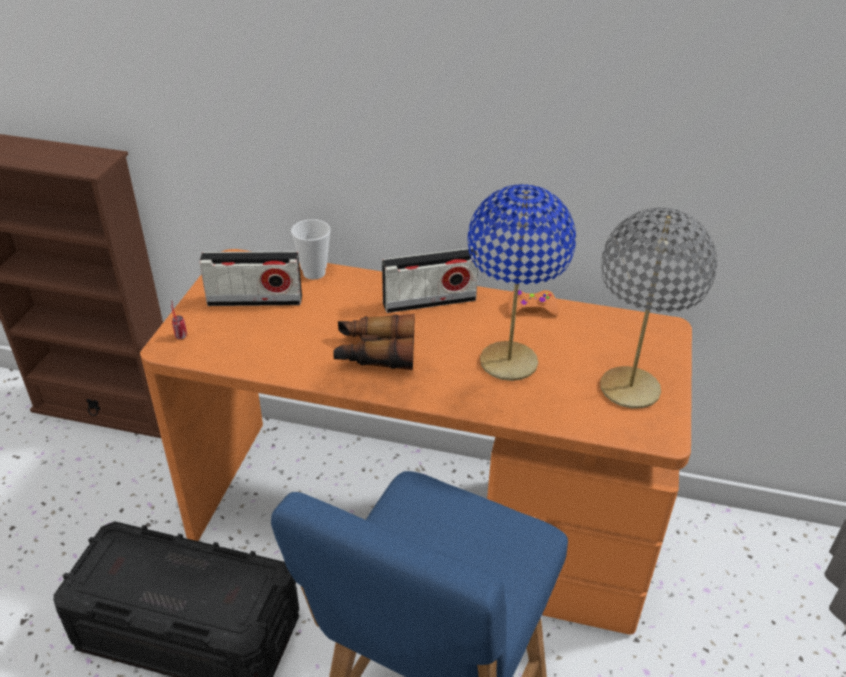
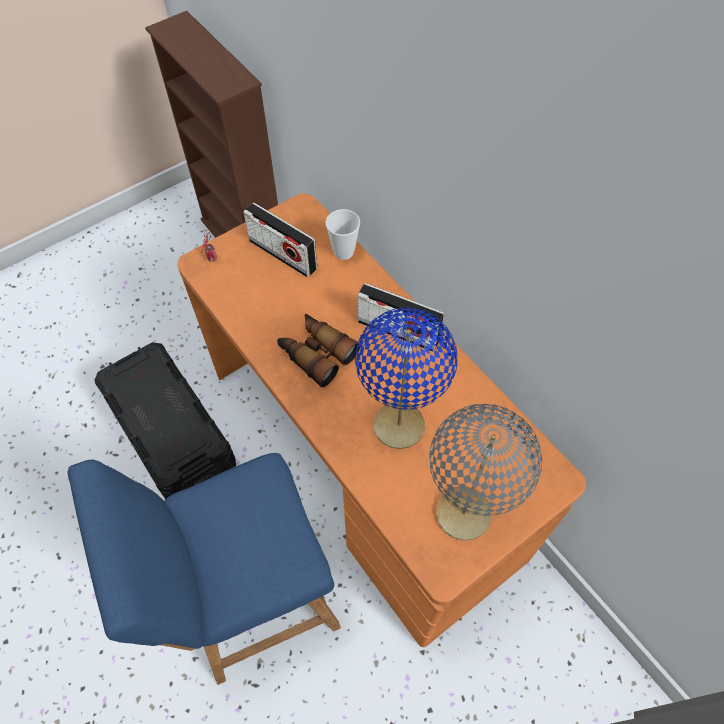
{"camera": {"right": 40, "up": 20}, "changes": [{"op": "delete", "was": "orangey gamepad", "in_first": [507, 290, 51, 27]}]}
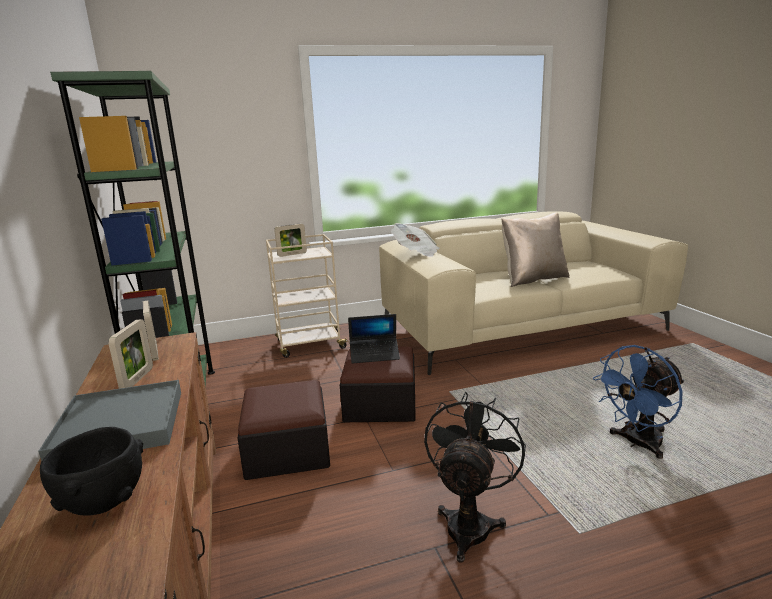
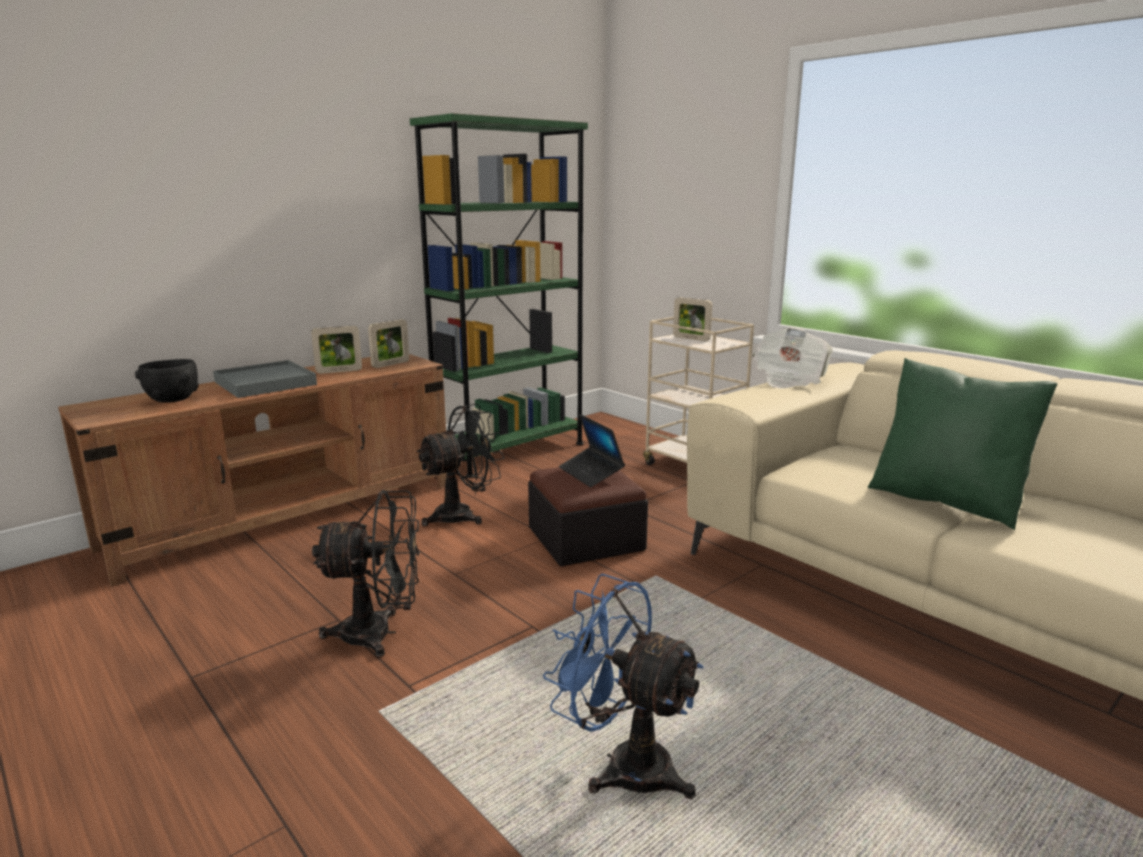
{"camera": {"right": 65, "up": 0}, "changes": [{"op": "replace", "was": "footrest", "now": "black cooling fan", "in_first": [237, 380, 93, 100], "in_second": [417, 404, 88, 122]}, {"op": "recolor", "was": "beige pillow", "now": "green pillow", "in_first": [502, 212, 67, 75], "in_second": [868, 358, 190, 172]}]}
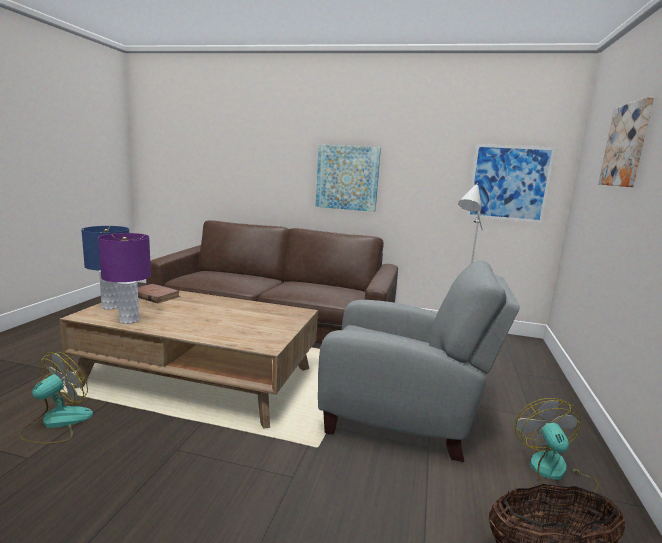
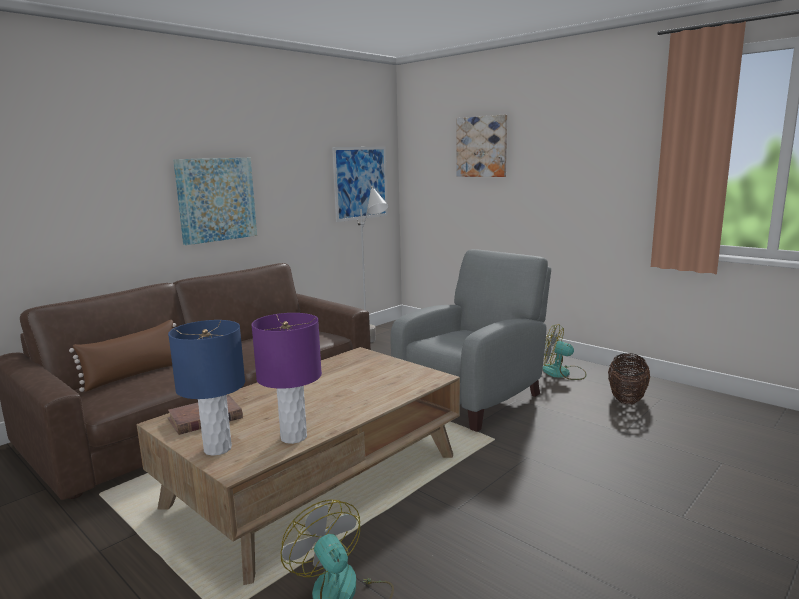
{"camera": {"right": -60, "up": 0}, "changes": [{"op": "insert", "now": "brown pillow", "in_second": [69, 320, 107, 72]}]}
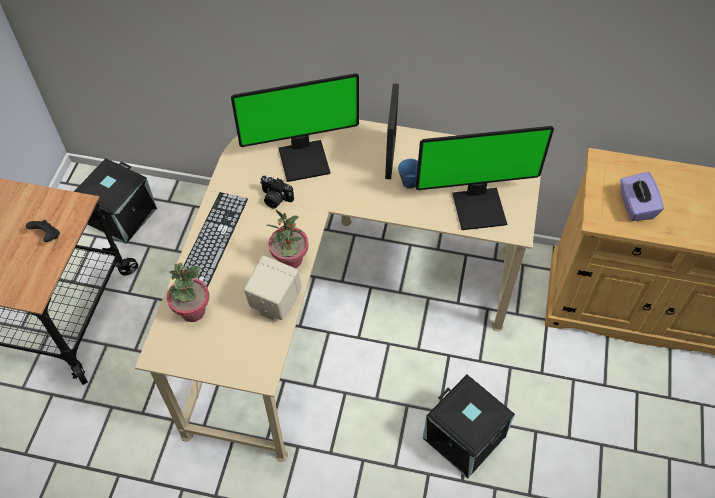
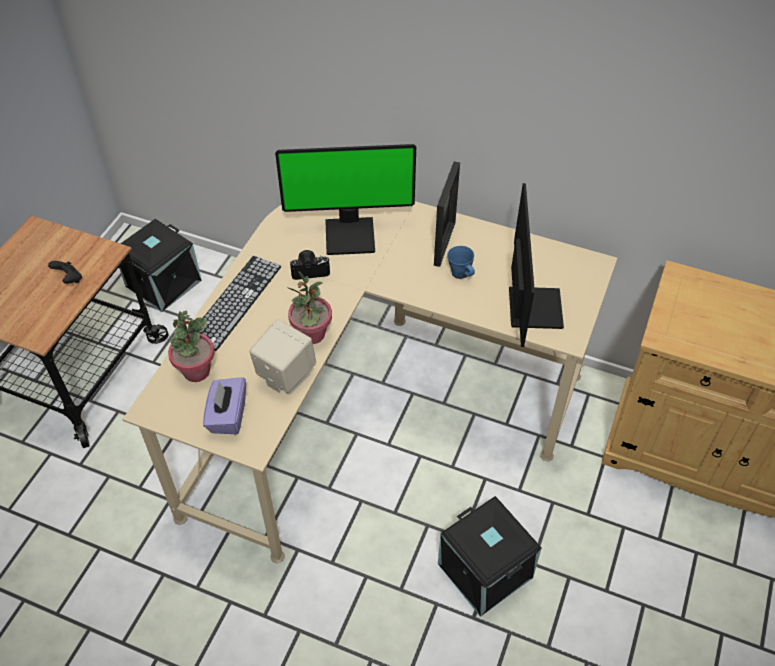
{"camera": {"right": 10, "up": -5}, "changes": [{"op": "rotate", "was": "photo camera", "in_first": [260, 176, 34, 33], "in_second": [290, 250, 40, 30], "clockwise": 135}, {"op": "rotate", "was": "computer screen", "in_first": [416, 126, 138, 104], "in_second": [509, 183, 55, 164], "clockwise": -90}, {"op": "move", "was": "purple box of tissues", "in_first": [620, 172, 44, 49], "in_second": [203, 377, 43, 57]}]}
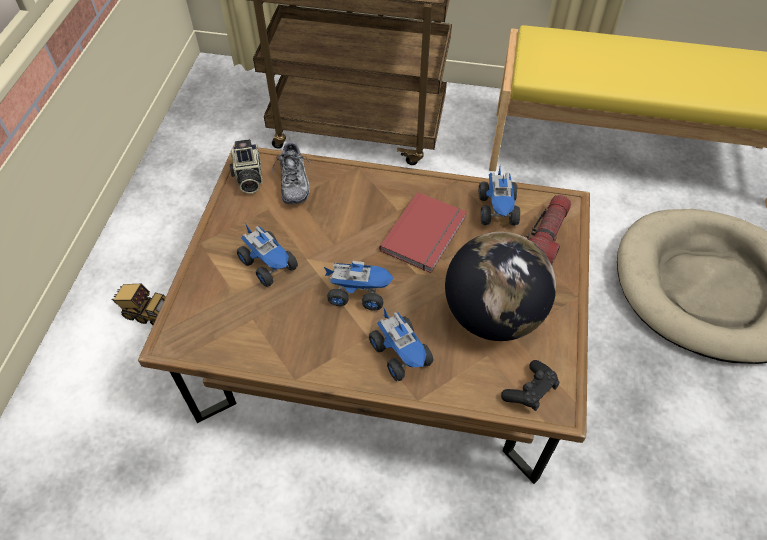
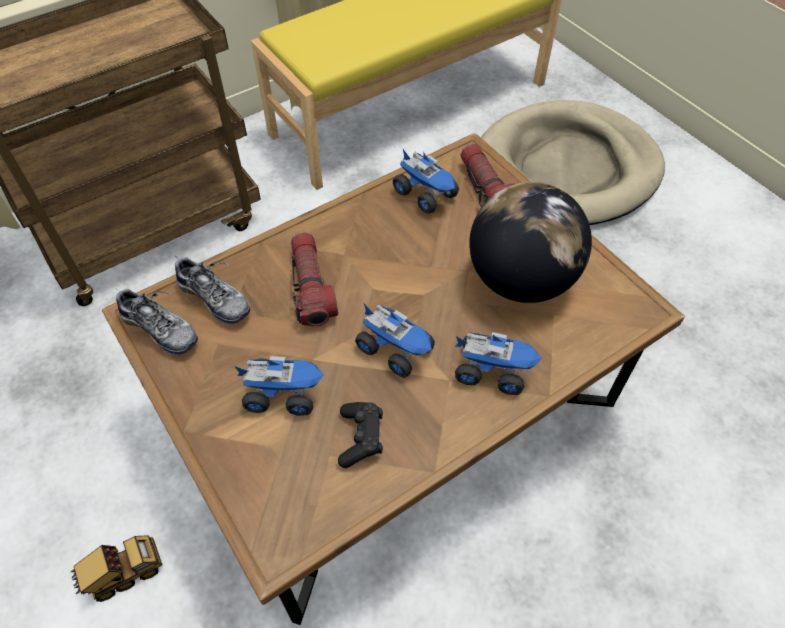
{"camera": {"right": -45, "up": 0}, "changes": [{"op": "replace", "was": "photo camera", "now": "low shoe", "in_first": [230, 139, 33, 55], "in_second": [115, 288, 83, 67]}, {"op": "rotate", "was": "model truck", "in_first": [324, 261, 70, 49], "in_second": [355, 304, 80, 74], "clockwise": 75}, {"op": "delete", "was": "reddish book", "in_first": [379, 192, 87, 81]}, {"op": "move", "was": "black gamepad", "in_first": [501, 360, 58, 51], "in_second": [338, 402, 45, 66]}, {"op": "insert", "now": "flashlight", "in_second": [291, 232, 47, 94]}]}
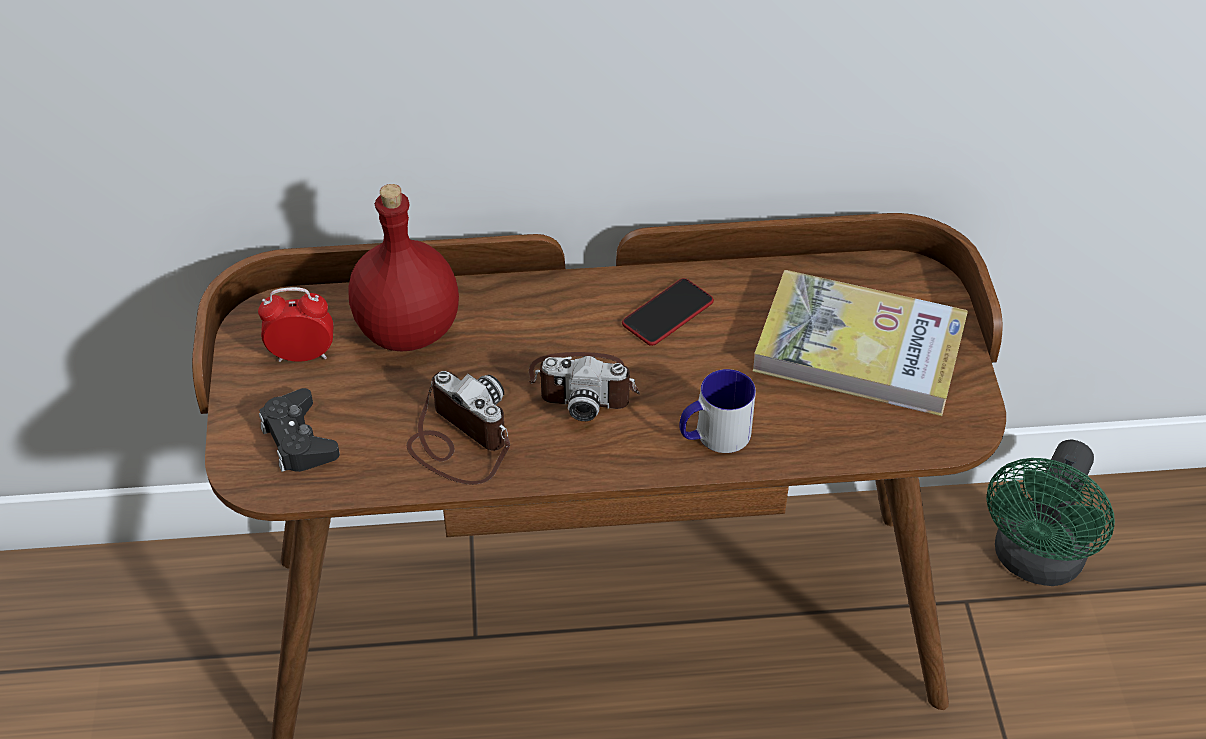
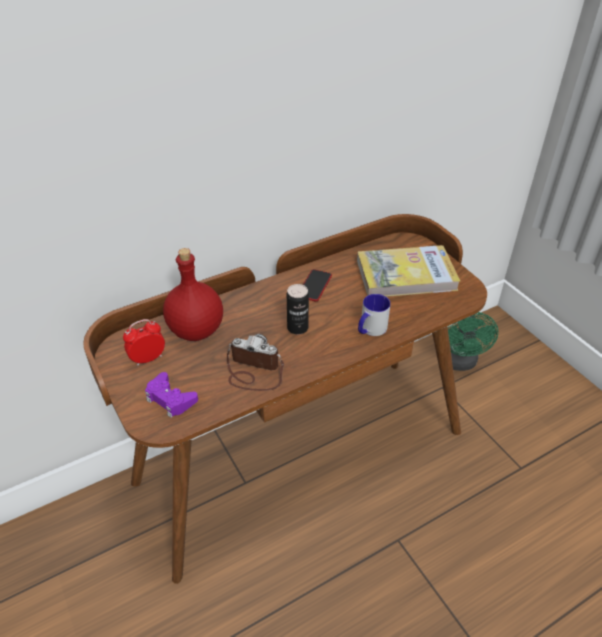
{"camera": {"right": -25, "up": -5}, "changes": [{"op": "recolor", "was": "black gamepad", "now": "purple gamepad", "in_first": [259, 388, 81, 84], "in_second": [145, 372, 53, 46]}, {"op": "replace", "was": "photo camera", "now": "sealed can", "in_first": [529, 352, 111, 69], "in_second": [287, 284, 22, 50]}]}
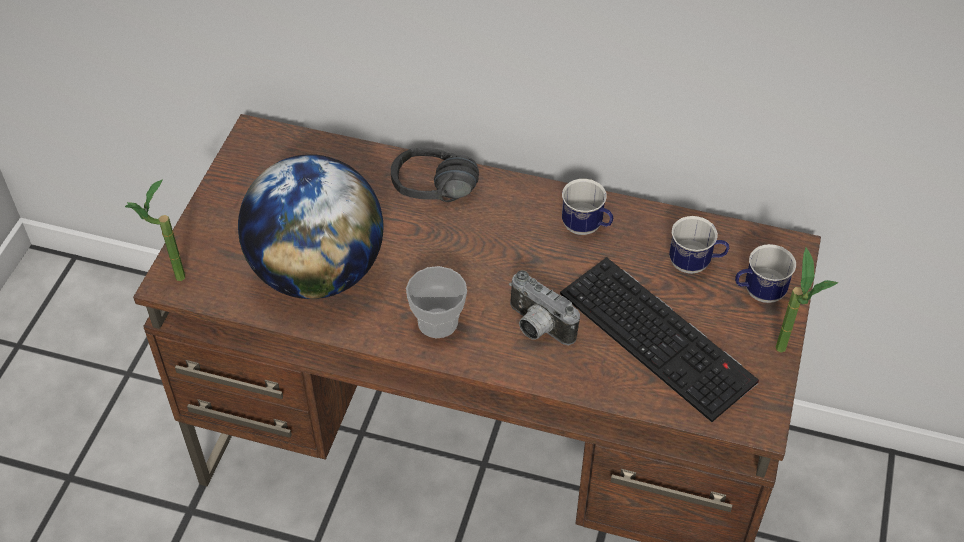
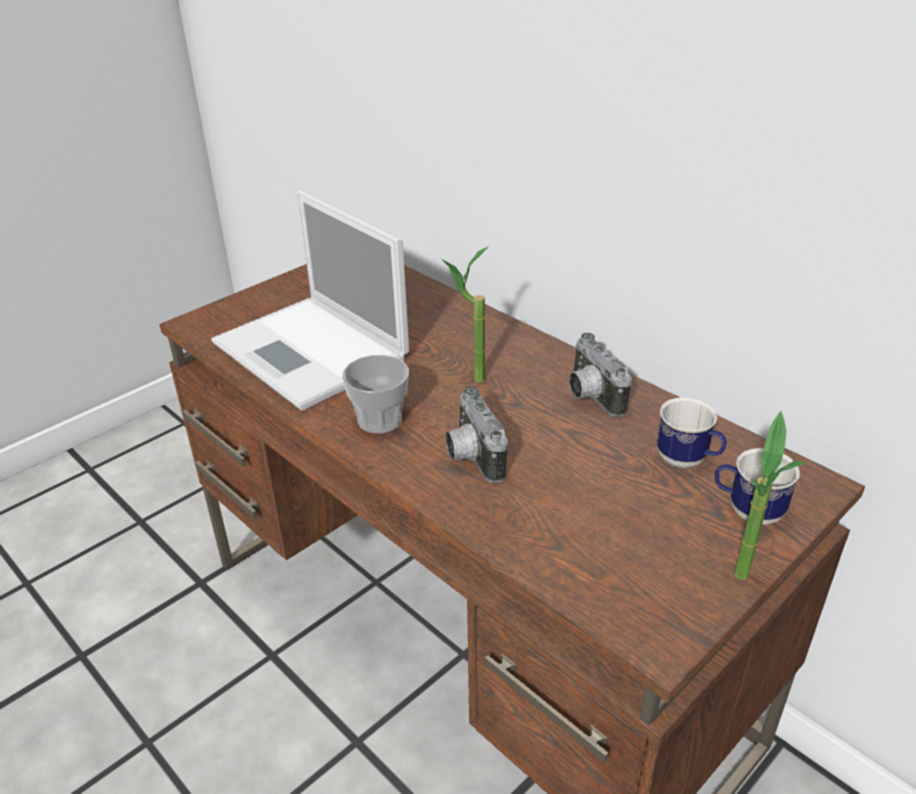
{"camera": {"right": 30, "up": -15}, "changes": [{"op": "move", "was": "plant in a pot", "in_first": [125, 179, 60, 102], "in_second": [441, 246, 48, 136]}, {"op": "replace", "was": "world globe", "now": "notebook computer", "in_first": [238, 154, 145, 145], "in_second": [211, 190, 198, 221]}, {"op": "delete", "was": "black headphones", "in_first": [391, 148, 88, 54]}, {"op": "delete", "was": "keyboard", "in_first": [560, 257, 199, 165]}, {"op": "replace", "was": "coffee mug", "now": "photo camera", "in_first": [562, 179, 51, 56], "in_second": [569, 333, 63, 84]}]}
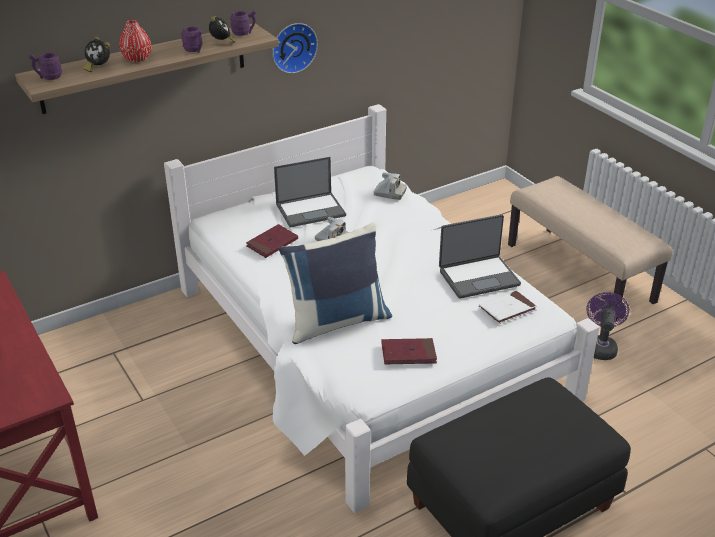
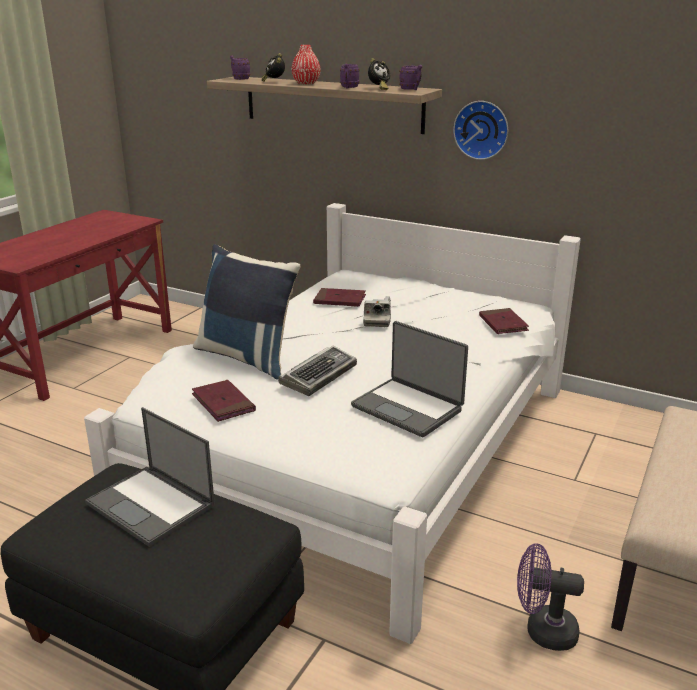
{"camera": {"right": 60, "up": -10}, "changes": [{"op": "move", "was": "notebook computer", "in_first": [274, 157, 72, 71], "in_second": [85, 407, 130, 140]}, {"op": "replace", "was": "photo camera", "now": "reddish book", "in_first": [374, 172, 33, 28], "in_second": [479, 308, 50, 26]}, {"op": "delete", "was": "white book", "in_first": [479, 291, 58, 33]}, {"op": "rotate", "was": "purple cooling fan", "in_first": [586, 292, 43, 68], "in_second": [517, 543, 67, 108], "clockwise": -150}, {"op": "insert", "now": "keyboard", "in_second": [278, 345, 79, 51]}]}
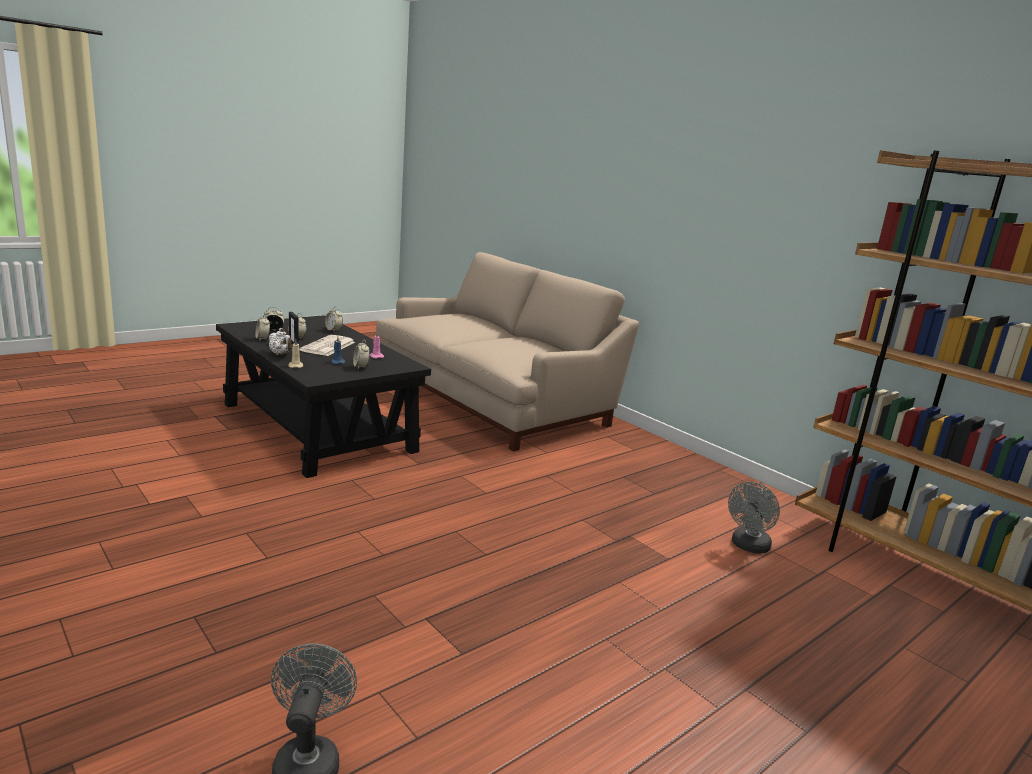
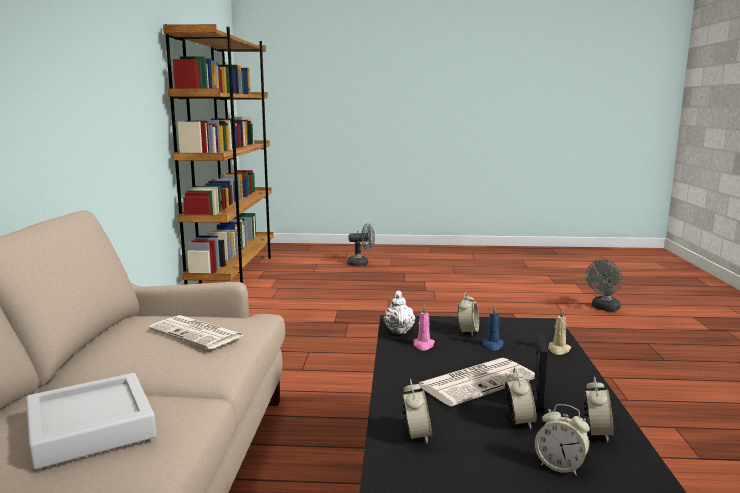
{"camera": {"right": -135, "up": -5}, "changes": [{"op": "move", "was": "white tea pot", "in_first": [268, 328, 24, 27], "in_second": [384, 291, 31, 43]}, {"op": "move", "was": "gray cooling fan", "in_first": [728, 482, 52, 72], "in_second": [347, 223, 28, 43]}, {"op": "insert", "now": "gray carrying tray", "in_second": [26, 373, 130, 97]}, {"op": "insert", "now": "daily paper", "in_second": [149, 315, 95, 34]}]}
